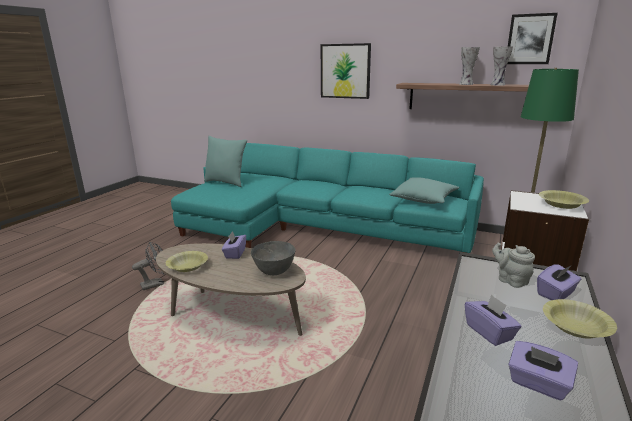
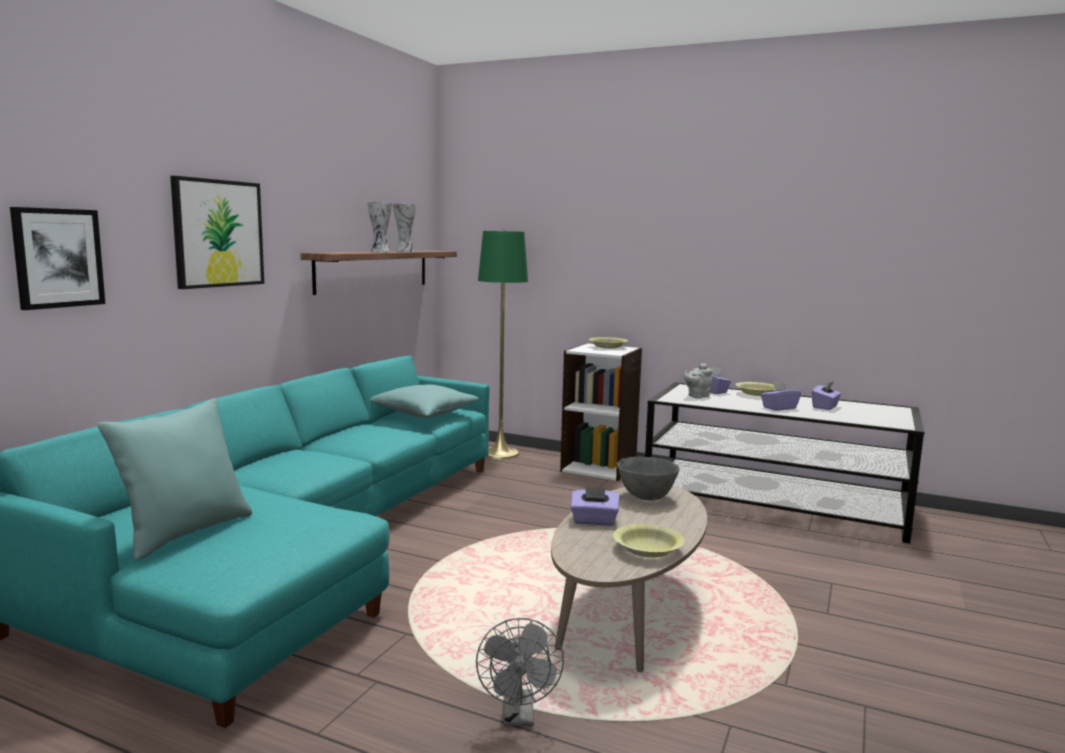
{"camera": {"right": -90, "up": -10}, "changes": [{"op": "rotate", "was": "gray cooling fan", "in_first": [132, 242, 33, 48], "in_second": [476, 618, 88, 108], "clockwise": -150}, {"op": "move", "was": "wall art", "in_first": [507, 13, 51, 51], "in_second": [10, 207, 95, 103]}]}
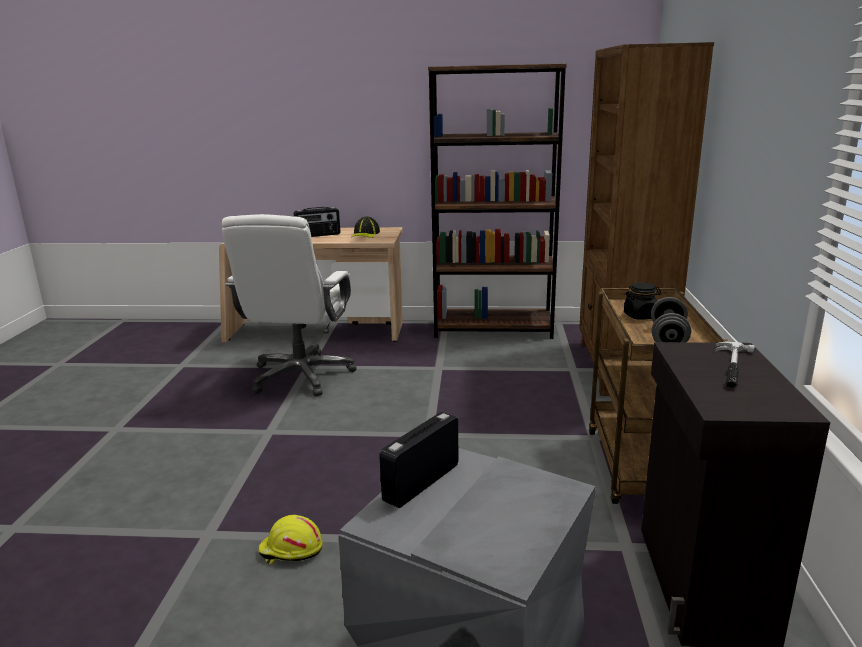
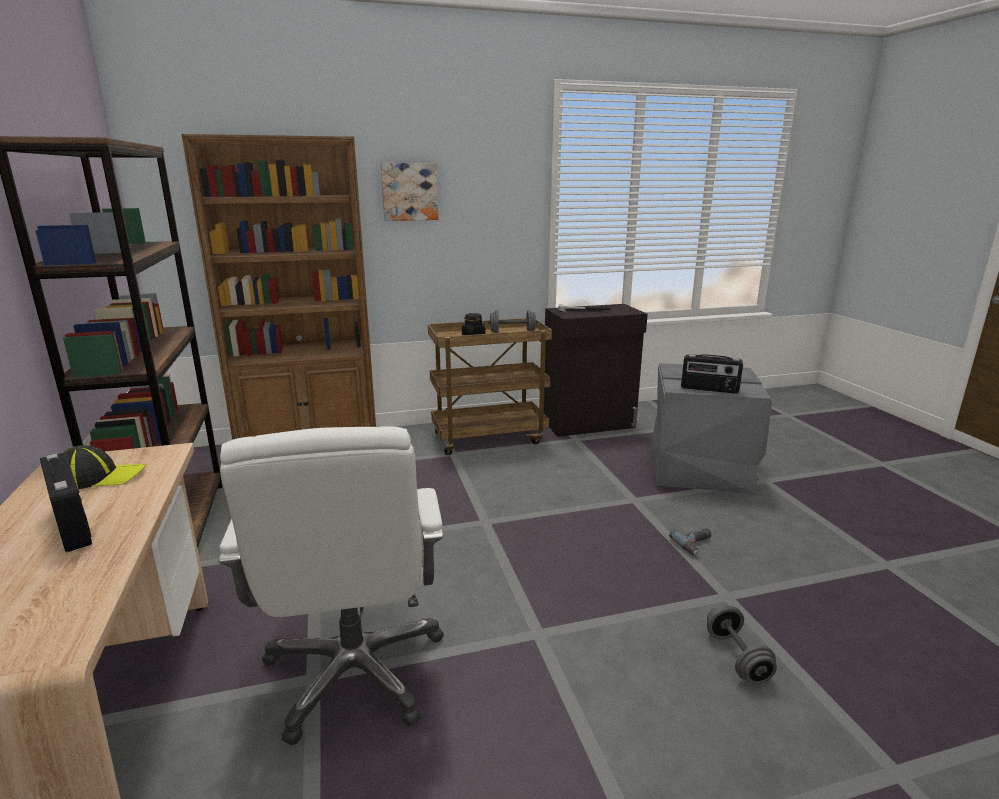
{"camera": {"right": -110, "up": 0}, "changes": [{"op": "rotate", "was": "white desk chair", "in_first": [222, 214, 135, 182], "in_second": [218, 426, 226, 319], "clockwise": 90}, {"op": "replace", "was": "yellowish hard hat", "now": "electric drill", "in_first": [259, 515, 64, 49], "in_second": [669, 528, 42, 28]}, {"op": "insert", "now": "wall art", "in_second": [381, 163, 57, 58]}, {"op": "insert", "now": "gray hand weight", "in_second": [707, 604, 70, 80]}]}
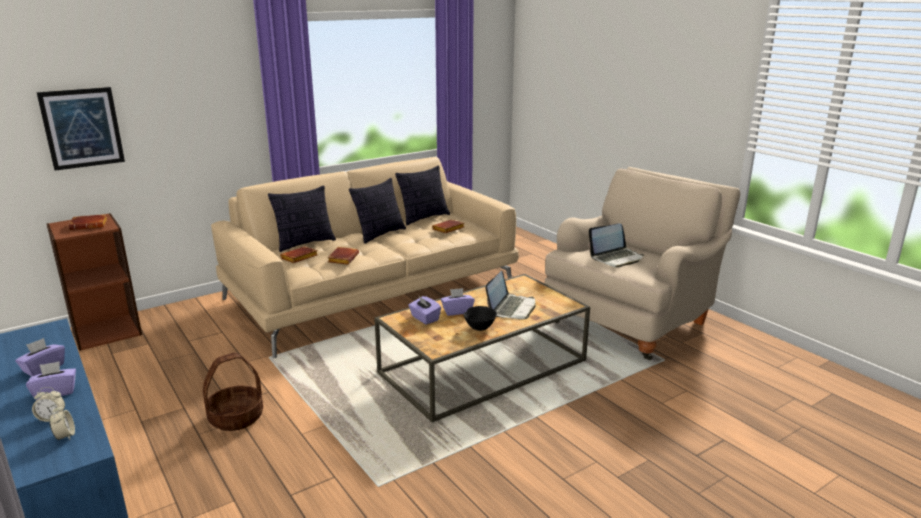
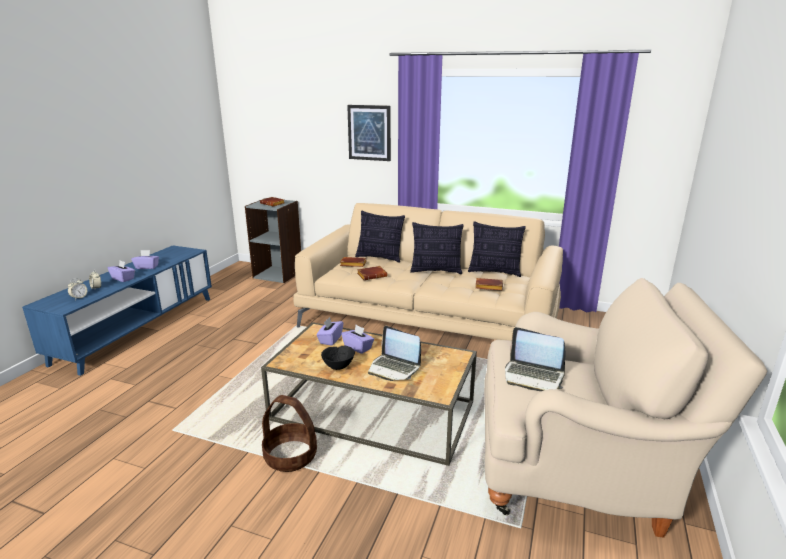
{"camera": {"right": 55, "up": 0}, "changes": [{"op": "move", "was": "wall art", "in_first": [36, 87, 89, 84], "in_second": [347, 105, 44, 56]}, {"op": "recolor", "was": "brown shelving unit", "now": "gray shelving unit", "in_first": [47, 213, 95, 138], "in_second": [245, 198, 56, 85]}, {"op": "move", "was": "basket", "in_first": [203, 353, 60, 78], "in_second": [262, 395, 55, 77]}, {"op": "rotate", "was": "notebook computer", "in_first": [486, 271, 49, 48], "in_second": [368, 326, 53, 55], "clockwise": 45}]}
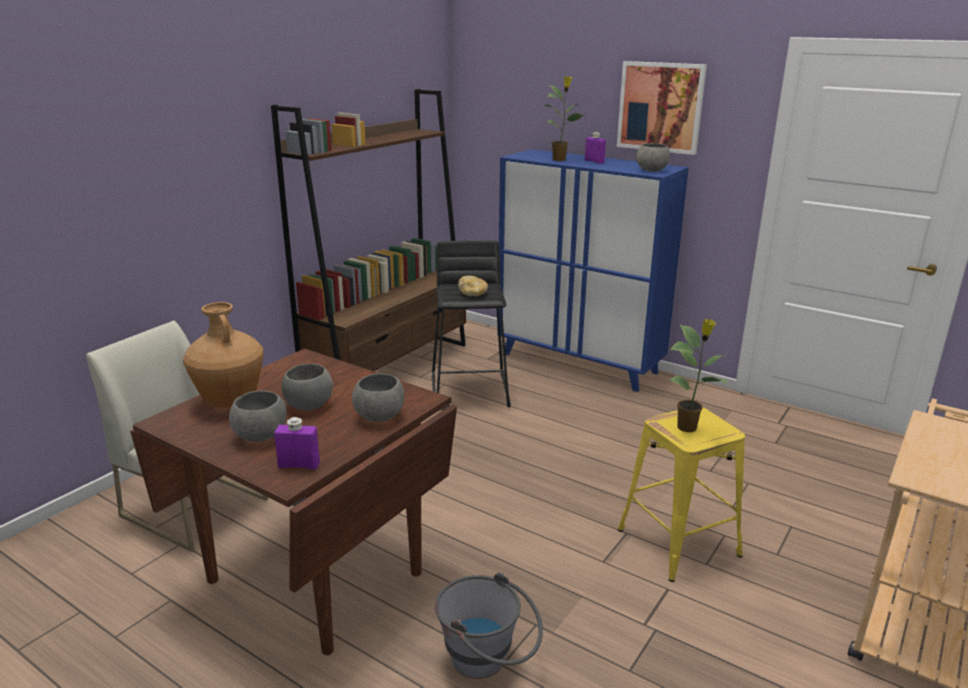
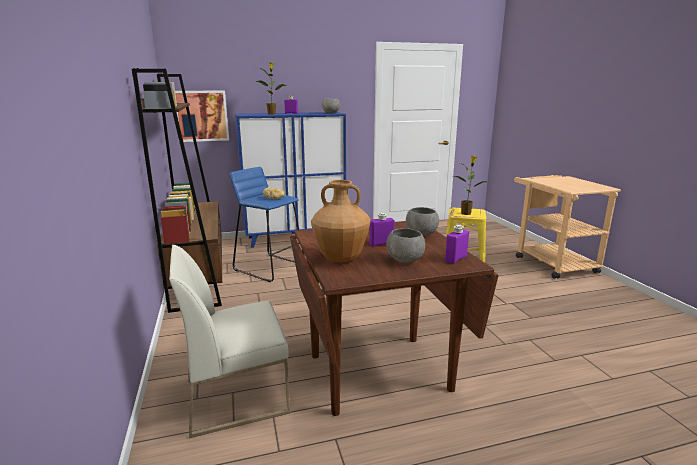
{"camera": {"right": -50, "up": -5}, "changes": [{"op": "replace", "was": "gray serving bowl", "now": "purple drink bottle", "in_first": [281, 364, 52, 46], "in_second": [369, 213, 26, 34]}, {"op": "recolor", "was": "black sitting stool", "now": "blue sitting stool", "in_first": [432, 240, 79, 167], "in_second": [230, 167, 75, 115]}, {"op": "delete", "was": "gray bucket", "in_first": [435, 573, 108, 106]}, {"op": "move", "was": "wall art", "in_first": [617, 61, 90, 94], "in_second": [175, 91, 54, 51]}]}
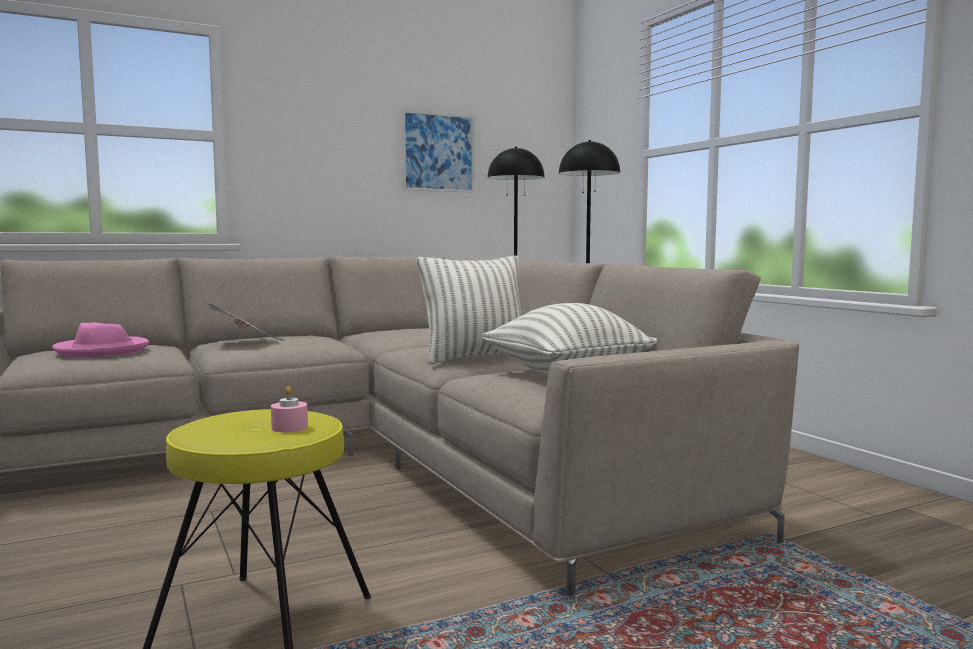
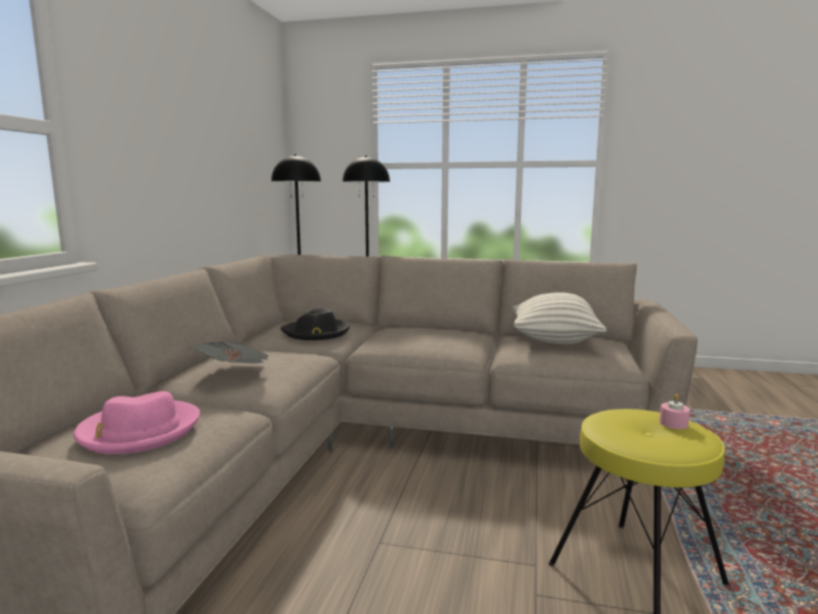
{"camera": {"right": -50, "up": 5}, "changes": [{"op": "delete", "was": "wall art", "in_first": [402, 110, 72, 83]}, {"op": "delete", "was": "pillow", "in_first": [416, 256, 106, 108]}, {"op": "insert", "now": "black clothing hat", "in_second": [281, 308, 69, 32]}]}
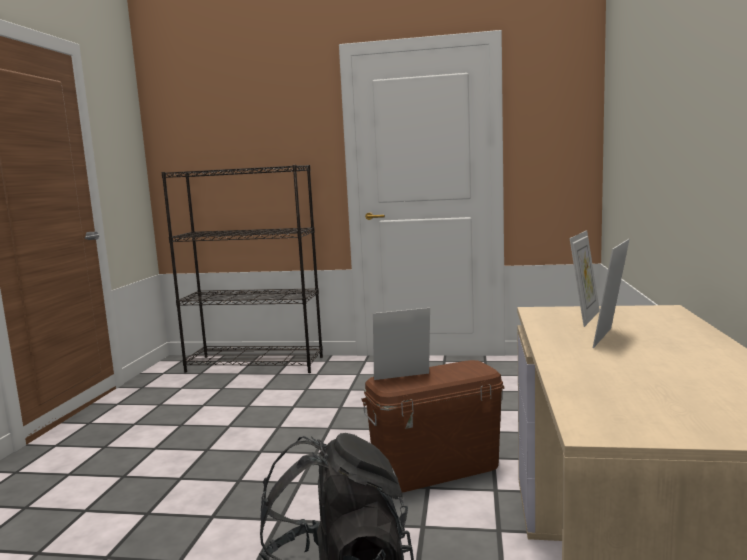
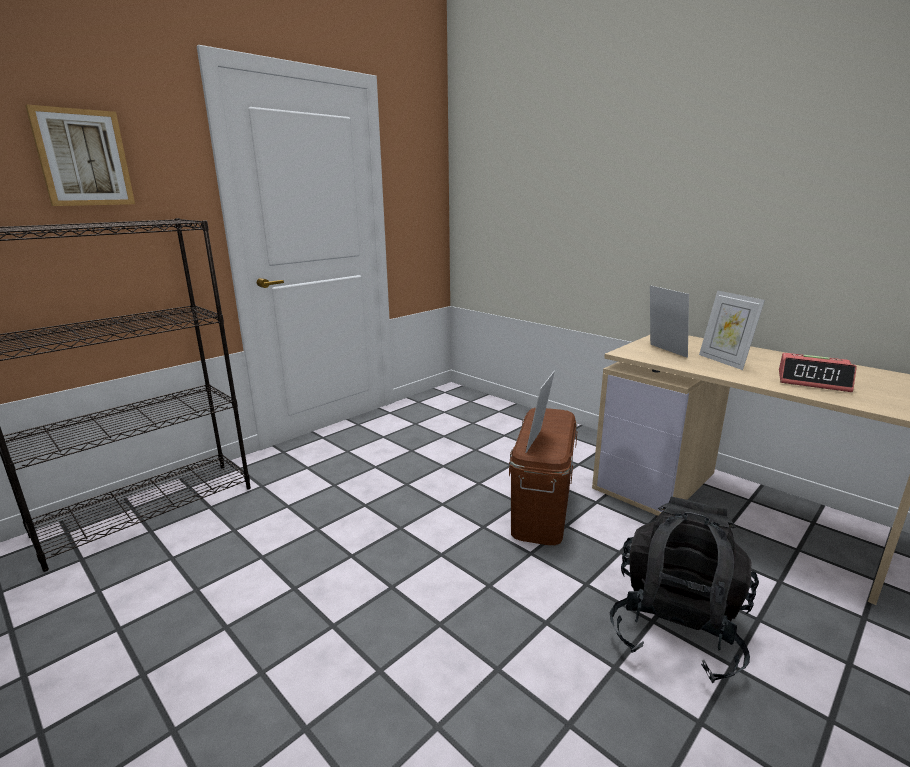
{"camera": {"right": -55, "up": 10}, "changes": [{"op": "insert", "now": "wall art", "in_second": [25, 105, 110, 101]}, {"op": "insert", "now": "alarm clock", "in_second": [779, 353, 78, 39]}]}
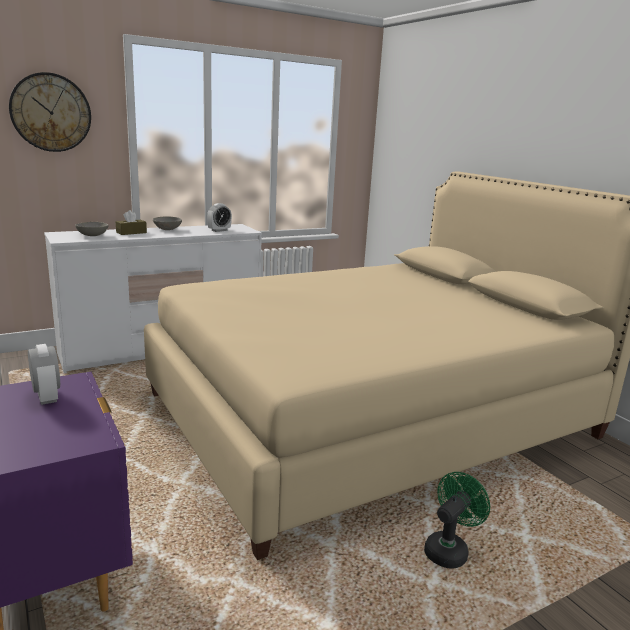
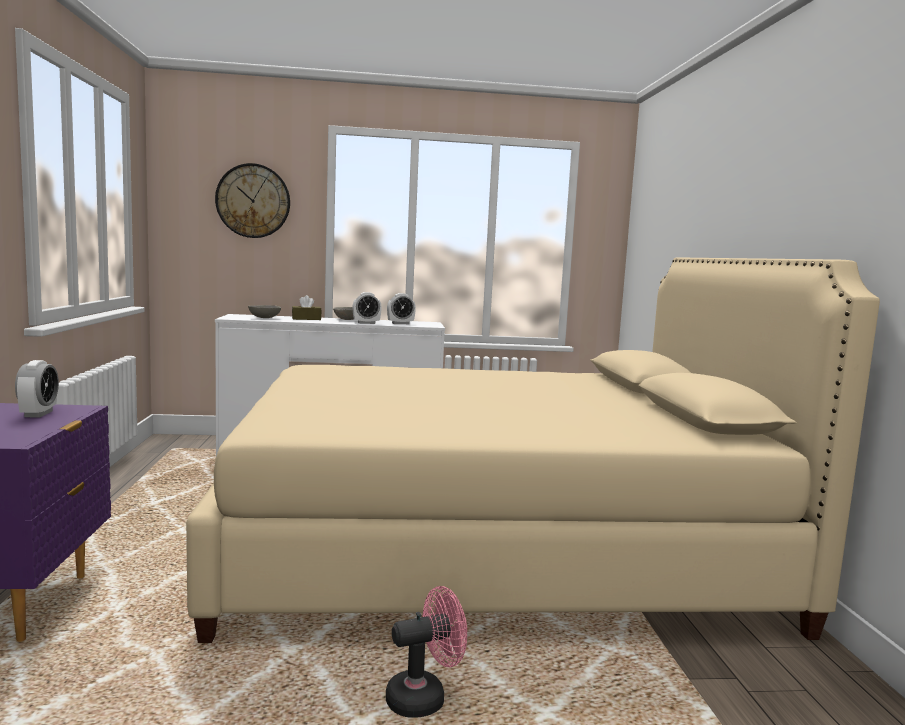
{"camera": {"right": 25, "up": -10}, "changes": [{"op": "recolor", "was": "green cooling fan", "now": "pinkish cooling fan", "in_first": [424, 472, 66, 96], "in_second": [386, 586, 81, 132]}, {"op": "insert", "now": "alarm clock", "in_second": [353, 292, 29, 32]}]}
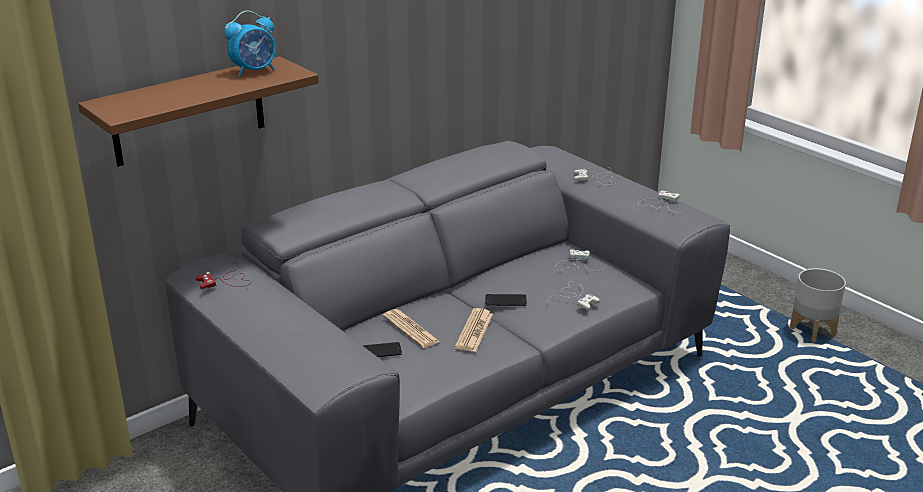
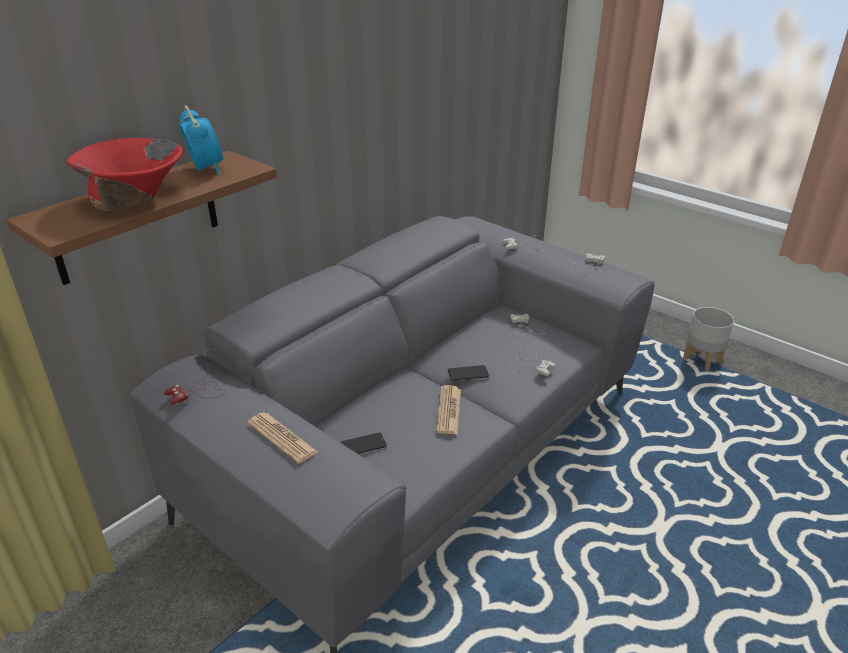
{"camera": {"right": -10, "up": 5}, "changes": [{"op": "rotate", "was": "alarm clock", "in_first": [224, 11, 52, 66], "in_second": [179, 105, 44, 69], "clockwise": -75}, {"op": "move", "was": "daily paper", "in_first": [383, 309, 57, 39], "in_second": [247, 412, 71, 52]}, {"op": "insert", "now": "reddish serving bowl", "in_second": [66, 138, 117, 73]}]}
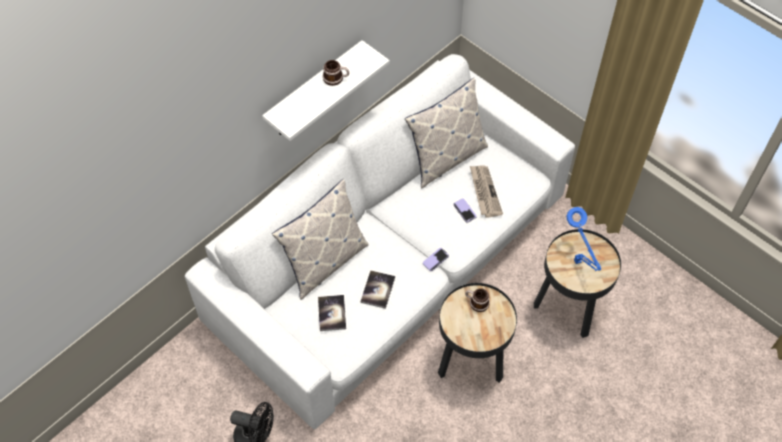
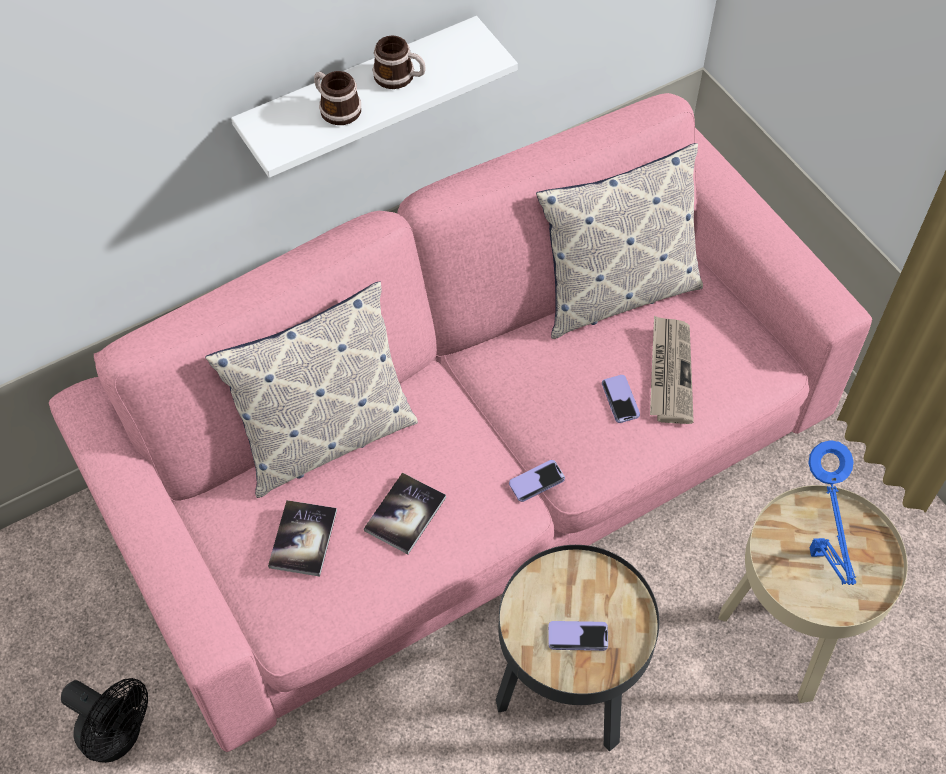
{"camera": {"right": 15, "up": 0}, "changes": [{"op": "recolor", "was": "white couch", "now": "pinkish couch", "in_first": [185, 54, 390, 375], "in_second": [49, 93, 823, 659]}, {"op": "move", "was": "coffee mug", "in_first": [465, 288, 25, 24], "in_second": [314, 71, 47, 54]}, {"op": "recolor", "was": "black side table", "now": "beige side table", "in_first": [534, 229, 87, 109], "in_second": [718, 485, 190, 218]}, {"op": "insert", "now": "telephone", "in_second": [548, 621, 60, 30]}]}
